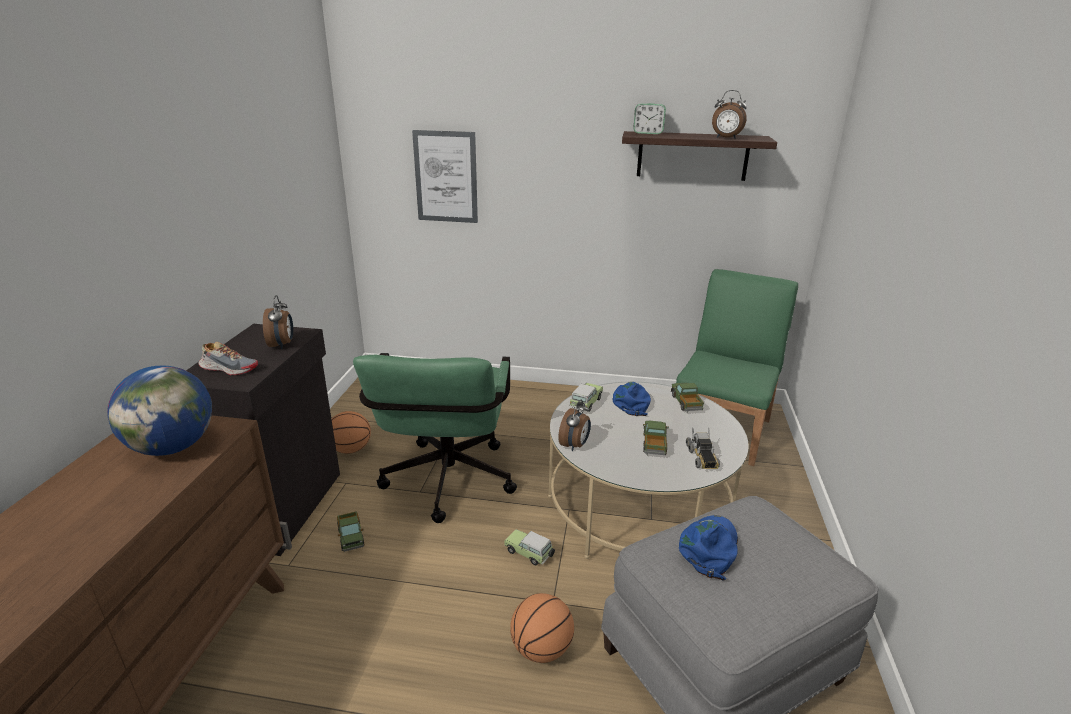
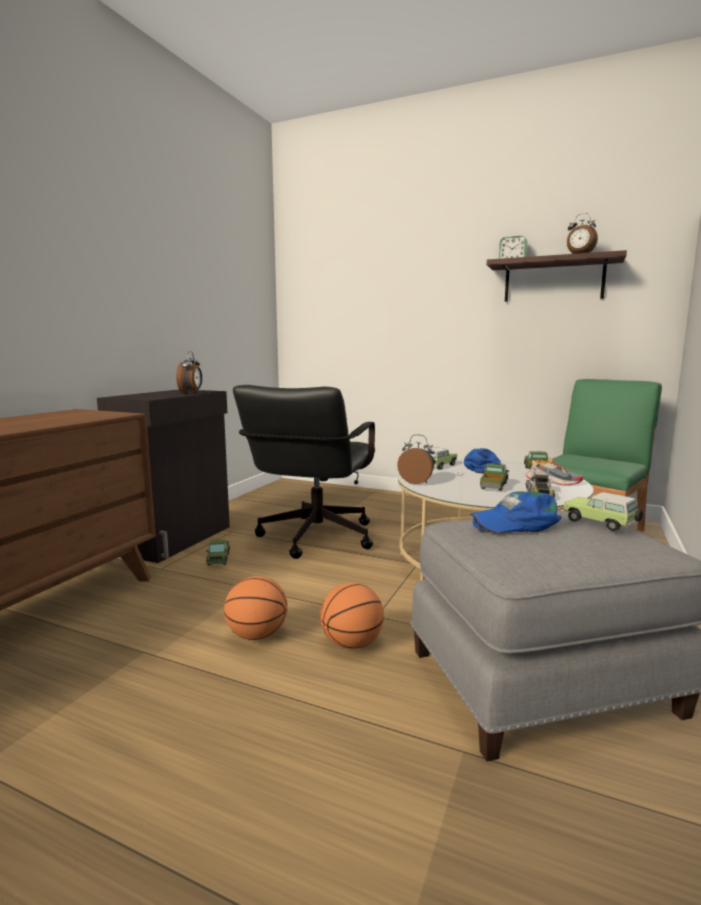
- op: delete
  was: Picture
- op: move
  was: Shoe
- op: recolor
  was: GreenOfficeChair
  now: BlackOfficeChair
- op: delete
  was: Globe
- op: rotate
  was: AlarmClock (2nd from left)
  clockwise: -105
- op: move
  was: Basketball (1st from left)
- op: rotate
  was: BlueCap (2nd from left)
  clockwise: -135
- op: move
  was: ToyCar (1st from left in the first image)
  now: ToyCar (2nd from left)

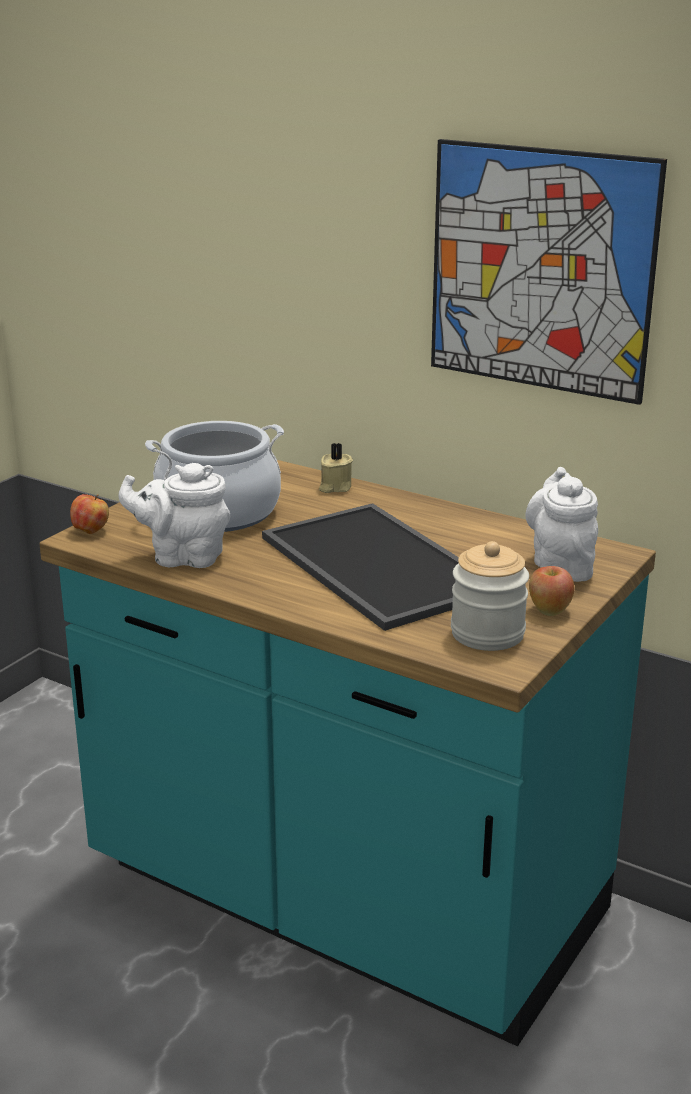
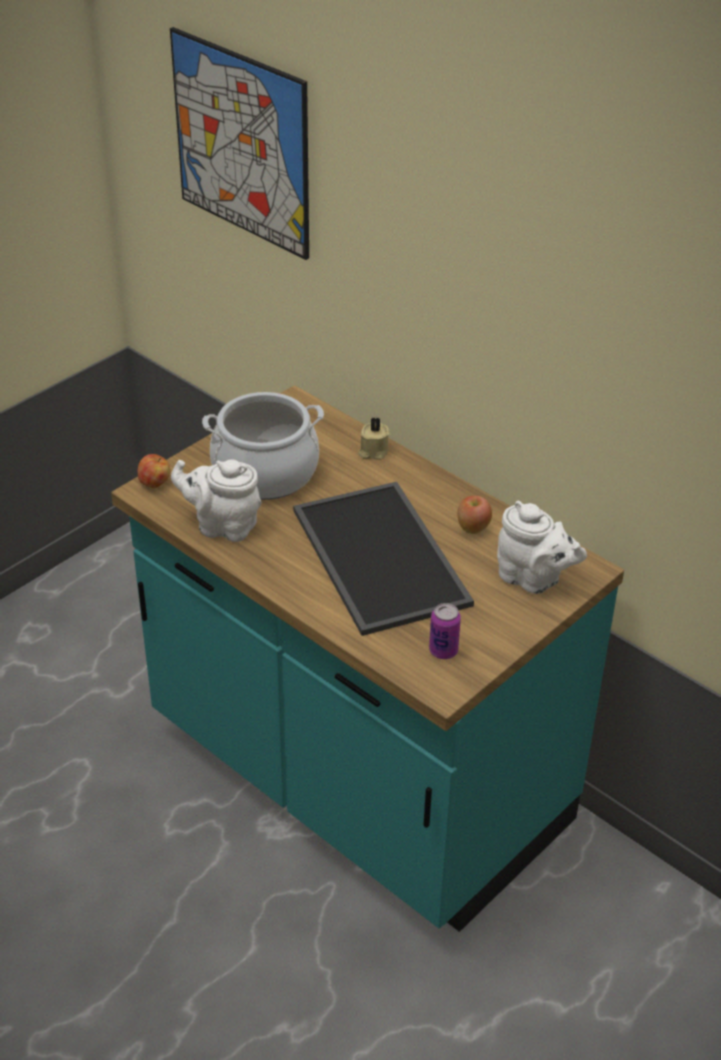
- op: move
  was: Picture
- op: rotate
  was: WhiteTeapot (2nd from left)
  clockwise: 120
- op: replace
  was: Jar
  now: Can
- op: move
  was: Apple (2nd from left)

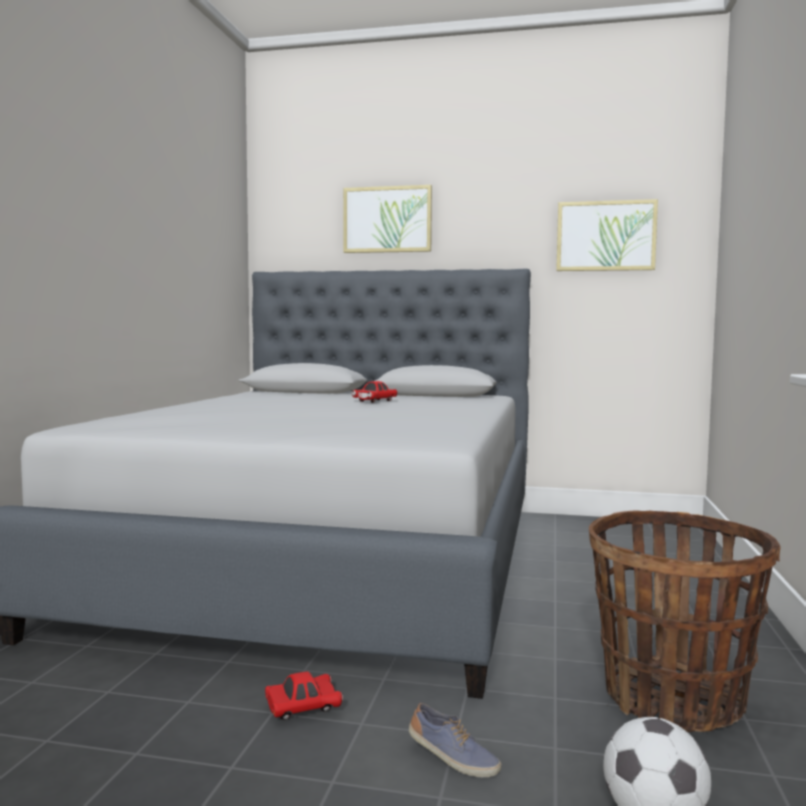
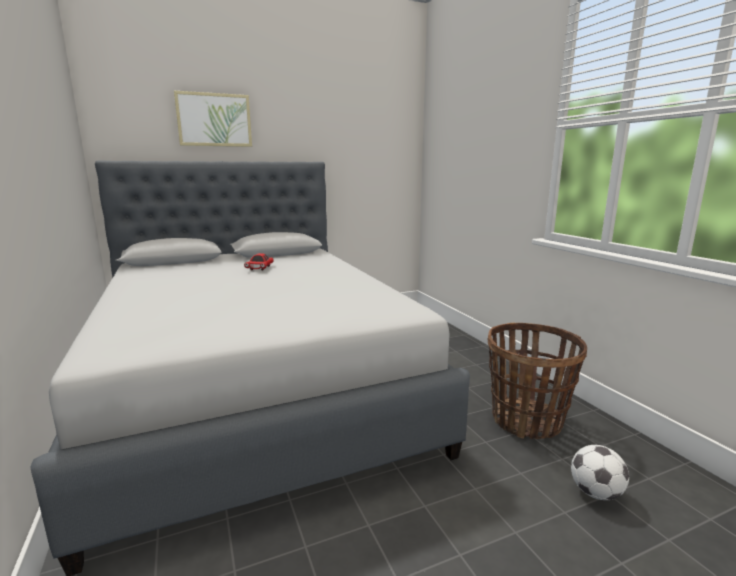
- op: delete
  was: Picture (2nd from left)
- op: delete
  was: RedToyCar (1st from left)
- op: delete
  was: Shoe

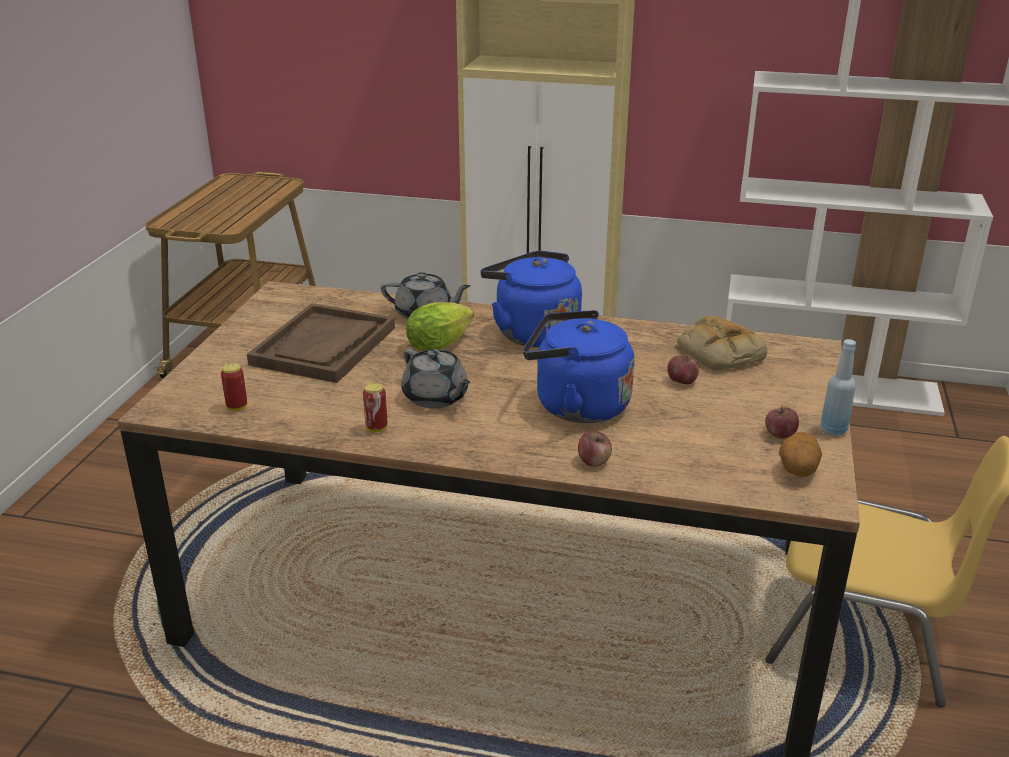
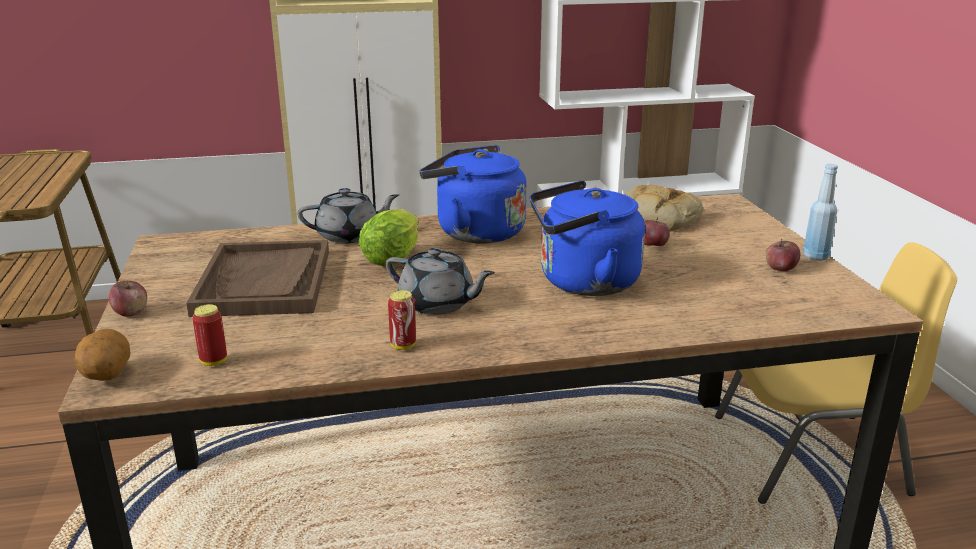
- op: move
  was: Apple (1st from left)
- op: move
  was: Potato

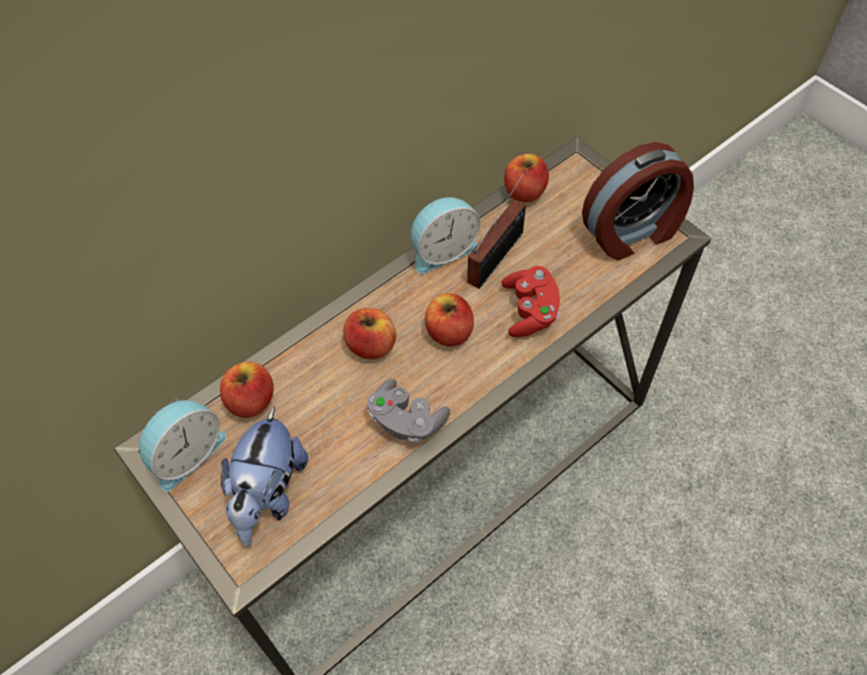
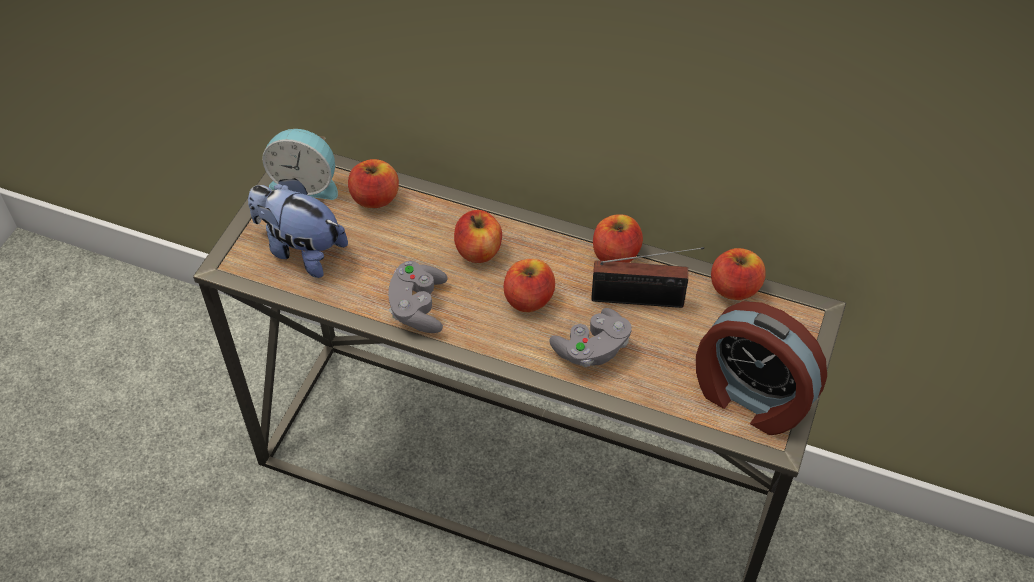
- op: replace
  was: AlarmClock (2nd from left)
  now: Apple (4th from left)
- op: recolor
  was: RedGameController
  now: GreyGameController (2nd from left)
- op: rotate
  was: PlushToy
  clockwise: 45

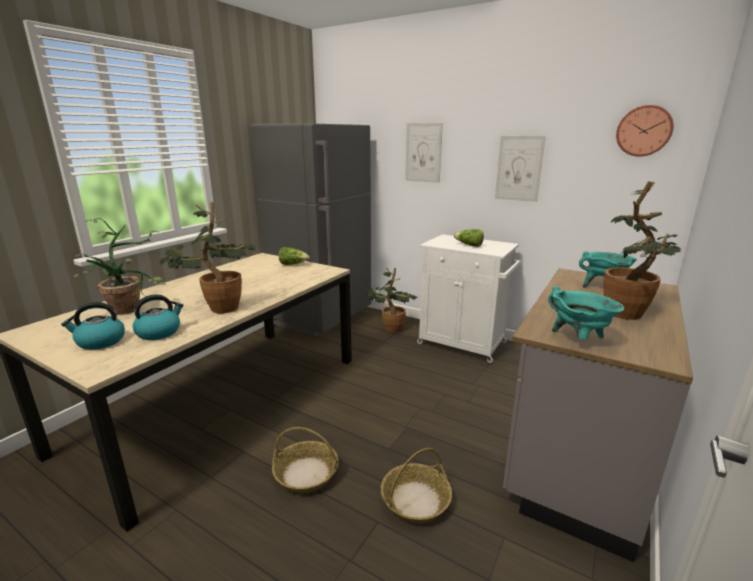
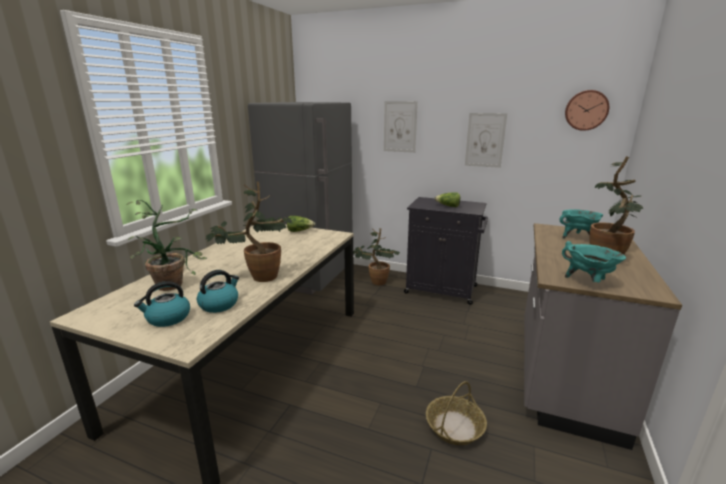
- op: recolor
  was: WhiteCabinet
  now: BlackCabinet
- op: delete
  was: Basket (1st from left)

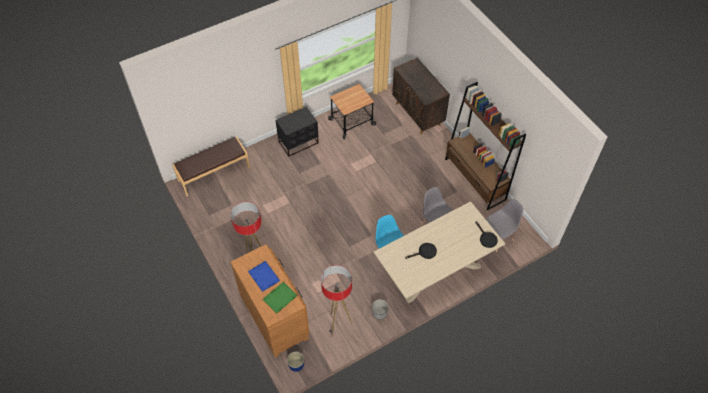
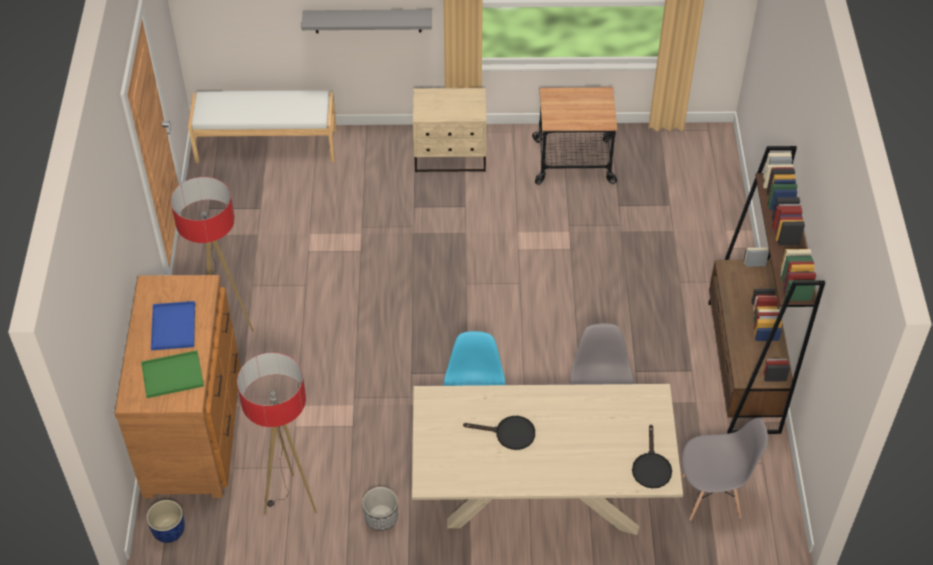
- op: delete
  was: BrownCabinet
- op: recolor
  was: BlackNightstand
  now: BeigeNightstand
- op: recolor
  was: BrownBench
  now: WhiteBench
- op: insert
  now: GreyShelf

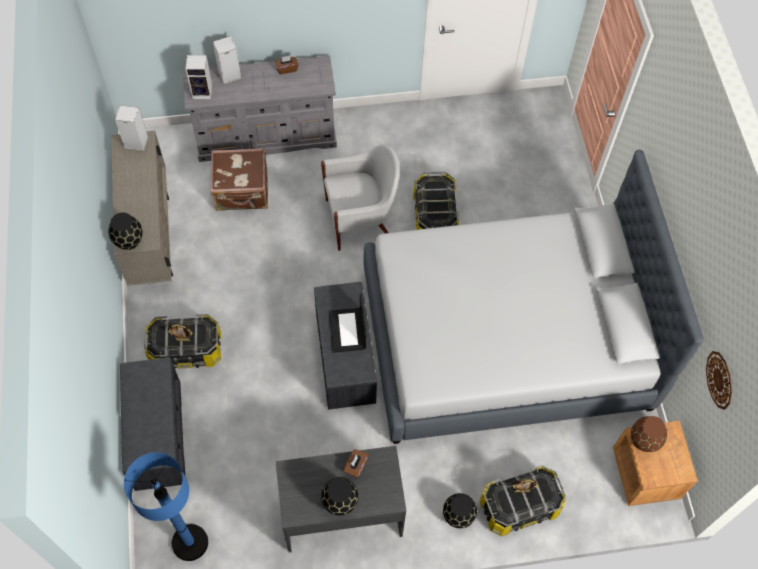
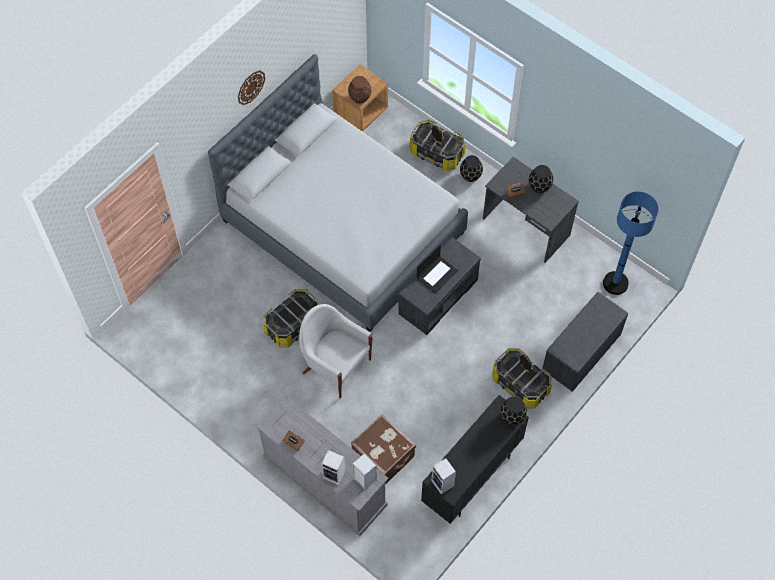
- op: recolor
  was: BeigeCabinet
  now: BlackCabinet
- op: move
  was: WallClock

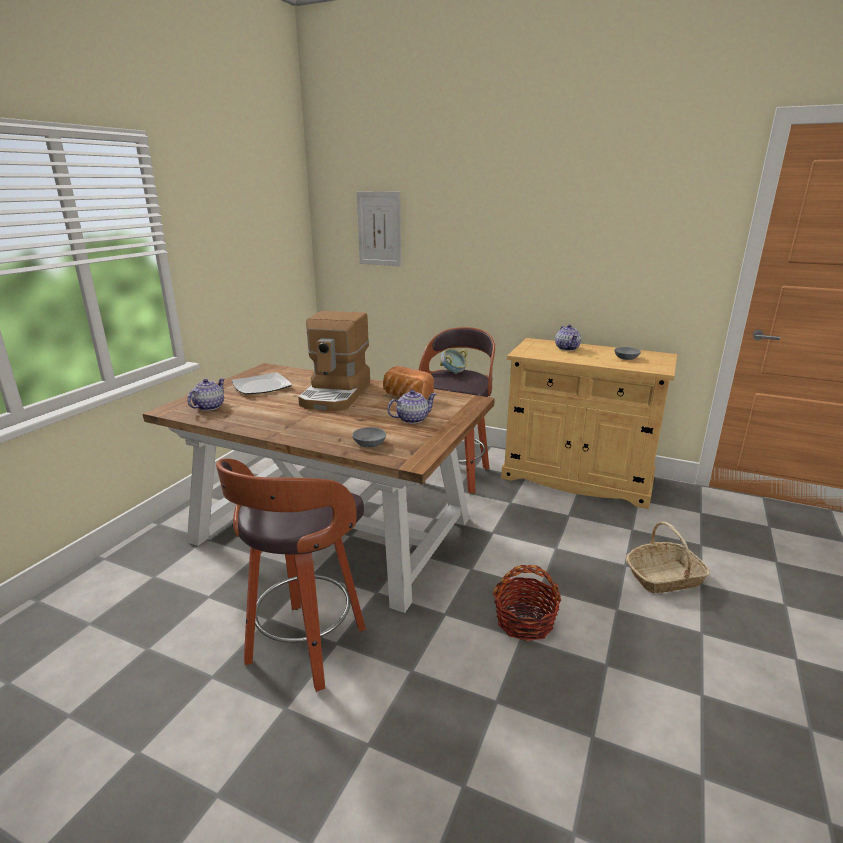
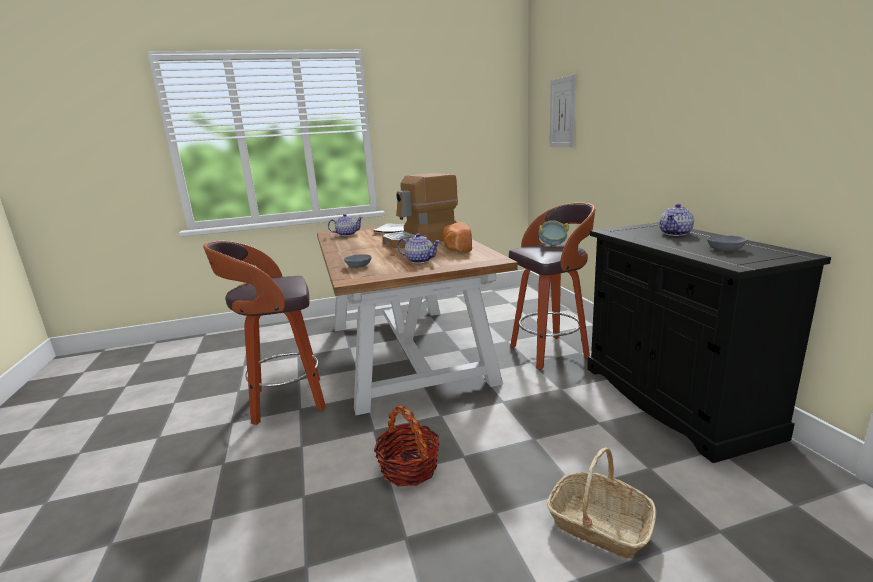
- op: recolor
  was: BeigeCabinet
  now: BlackCabinet

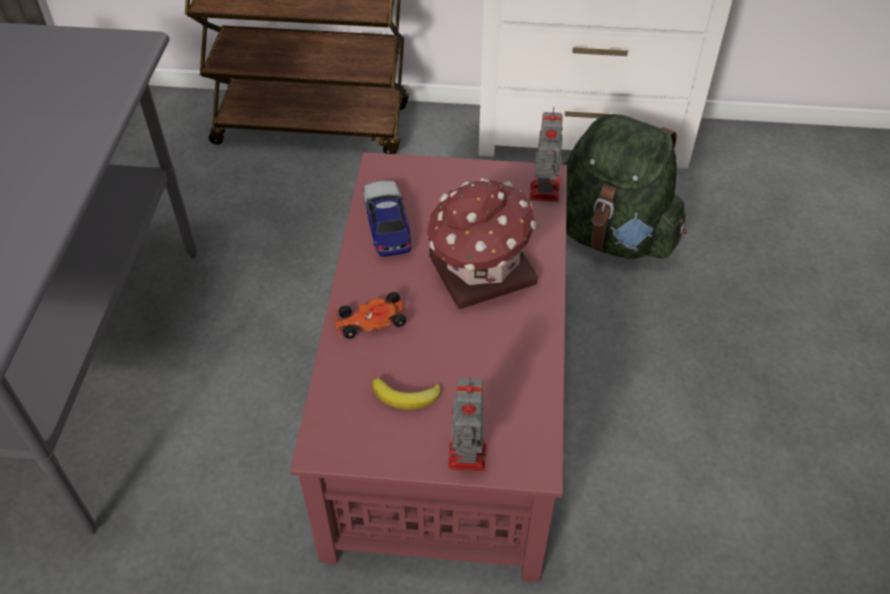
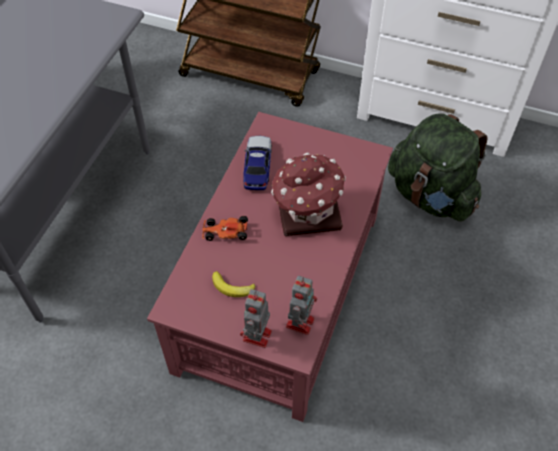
- op: move
  was: ToyRobot (2nd from left)

